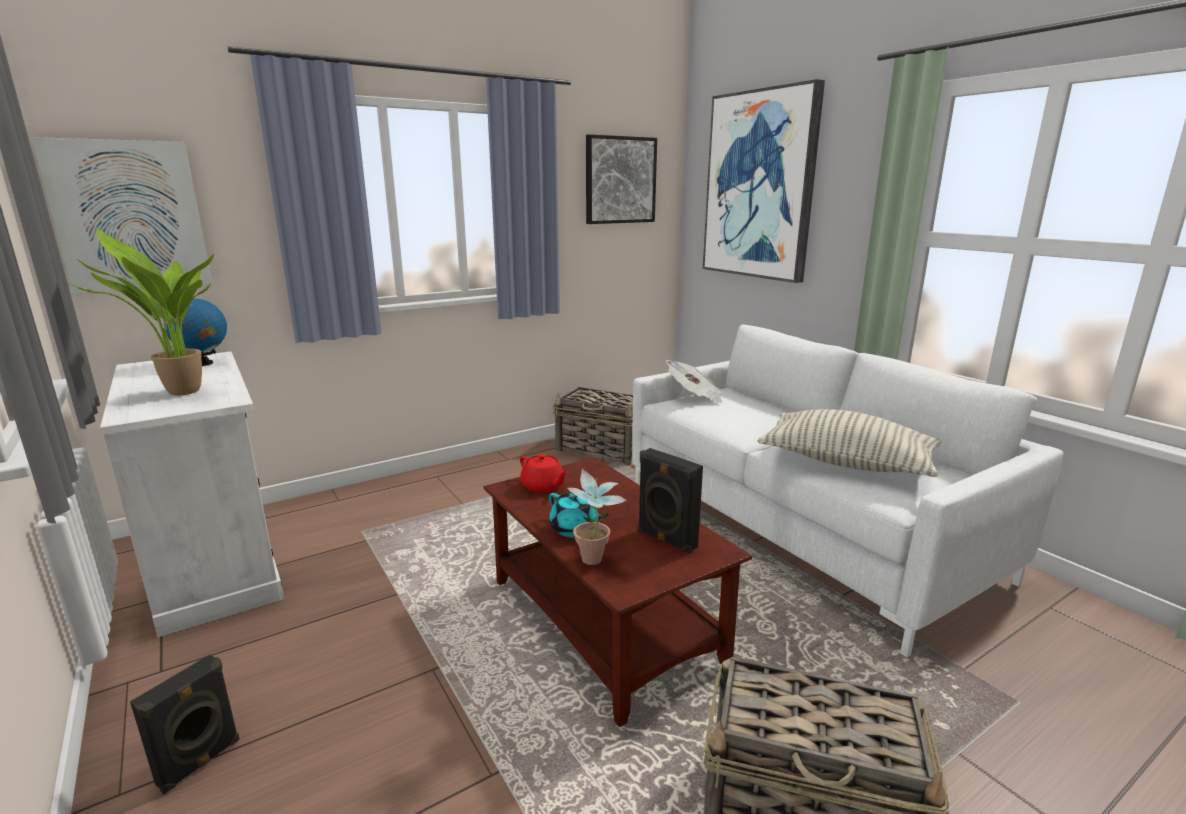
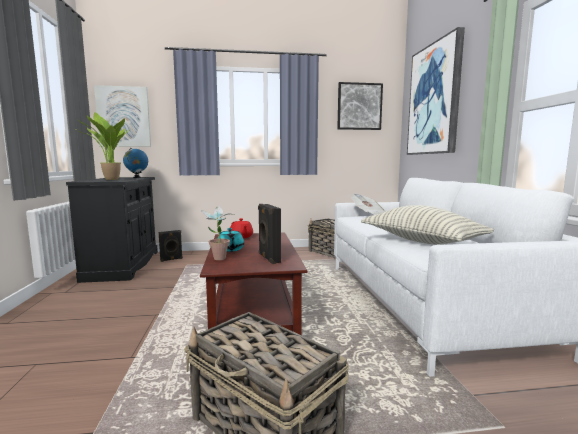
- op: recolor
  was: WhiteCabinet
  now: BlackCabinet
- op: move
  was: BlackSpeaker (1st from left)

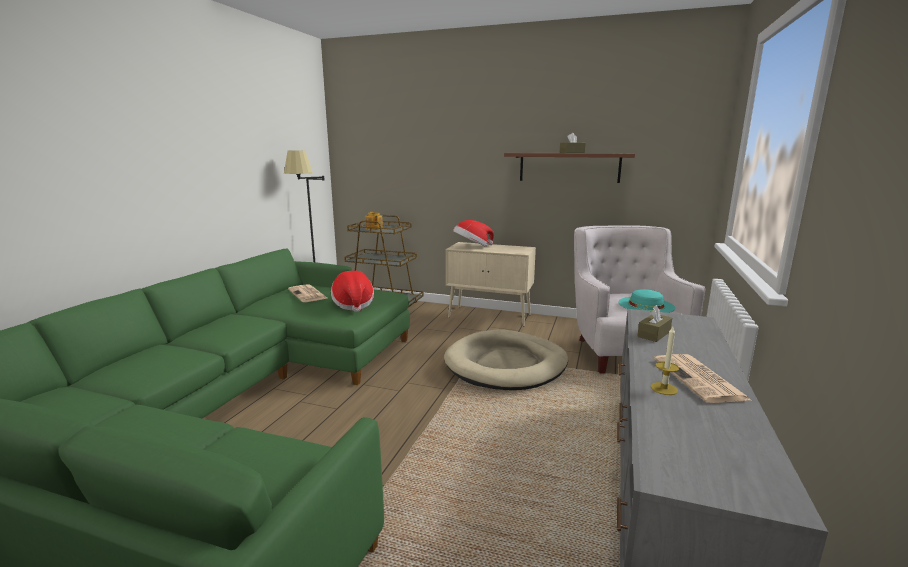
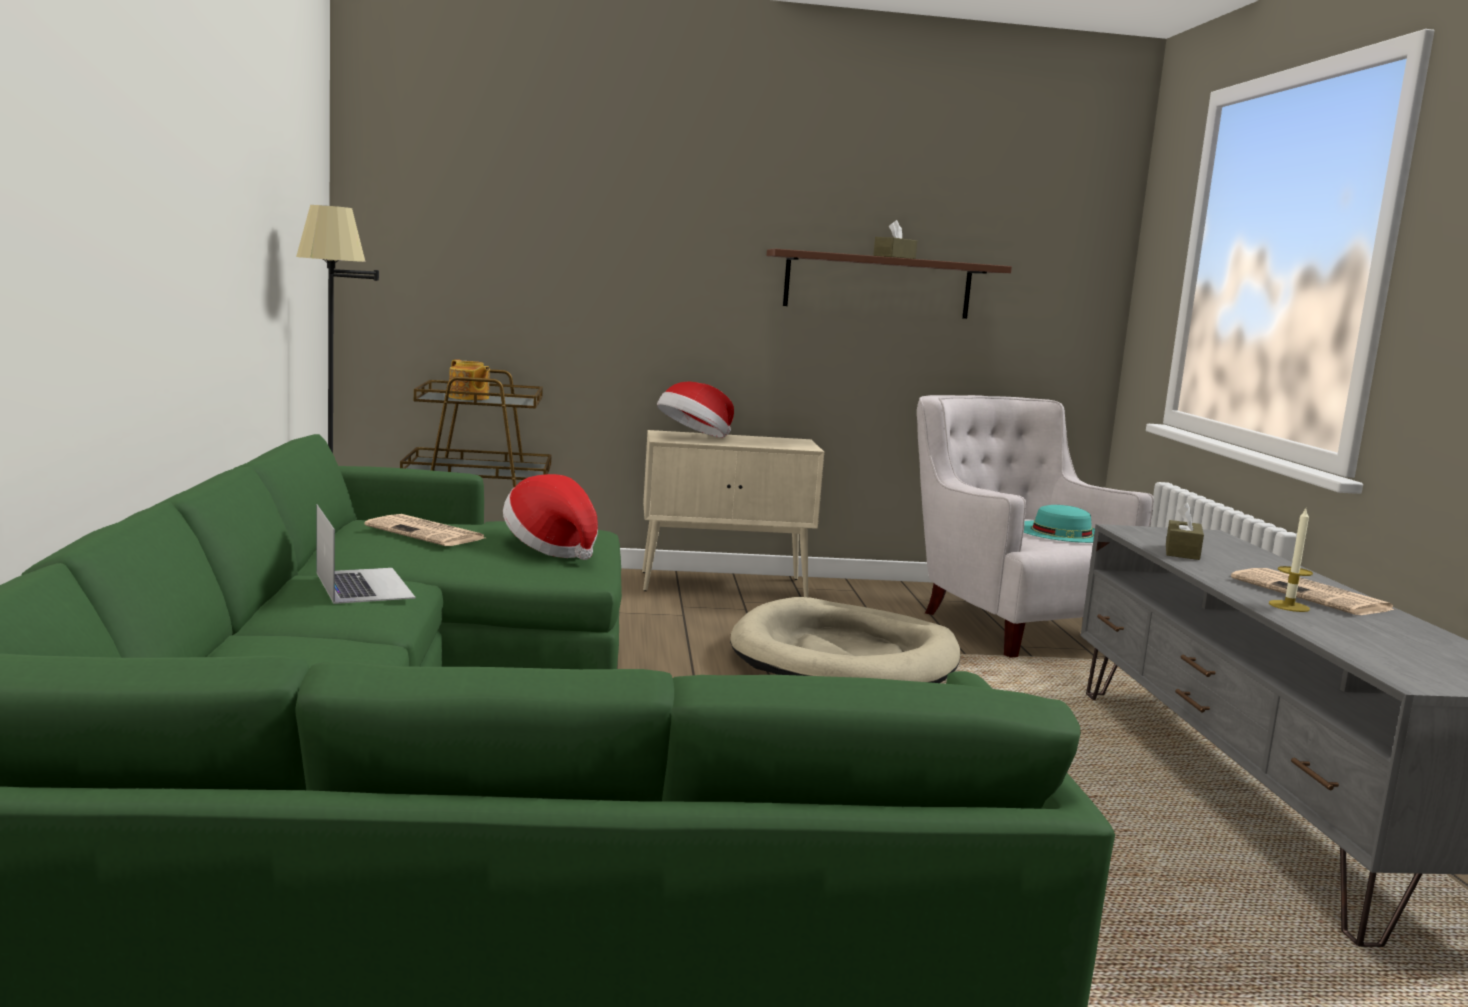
- op: insert
  now: Laptop

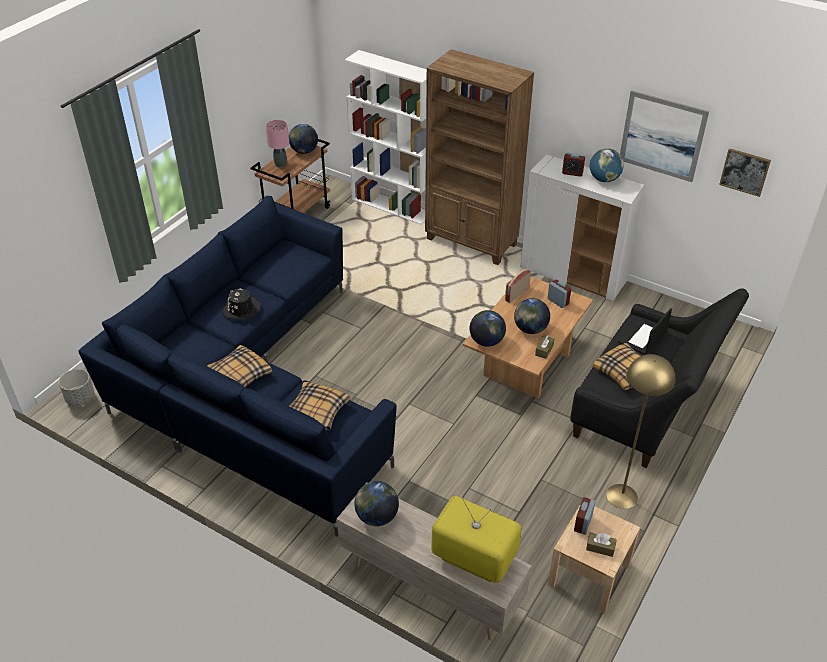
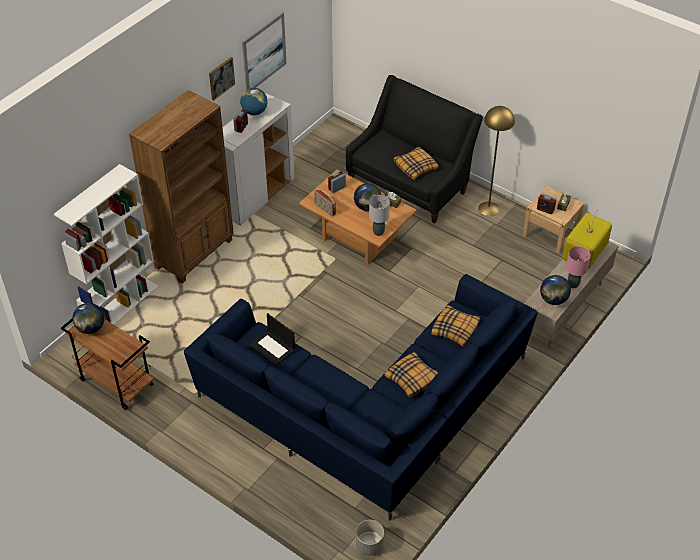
- op: move
  was: PinkTableLamp
- op: move
  was: Picture (2nd from left in the first image)
  now: Picture (1st from left)
- op: delete
  was: BlackHat
- op: move
  was: Laptop
- op: replace
  was: Globe (3rd from left)
  now: GreyTableLamp

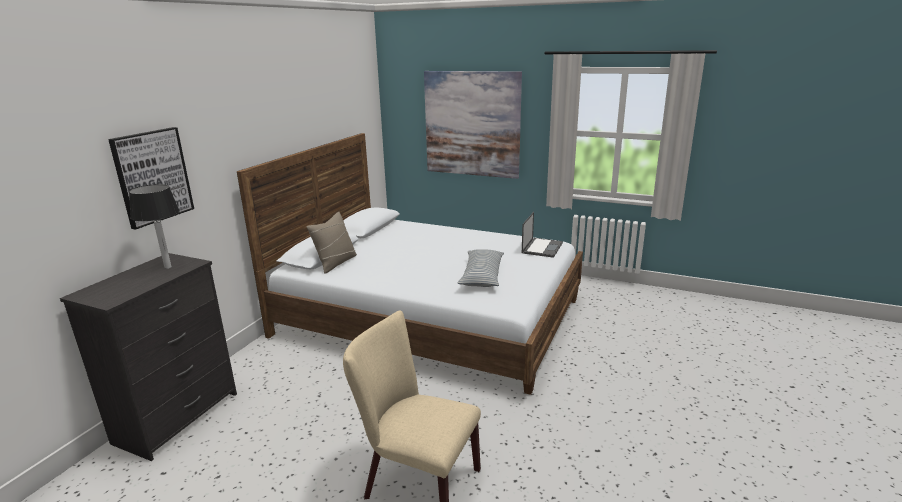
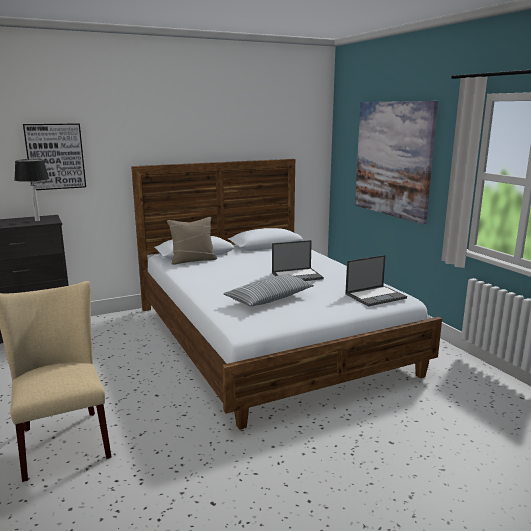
- op: insert
  now: Laptop (1st from left)

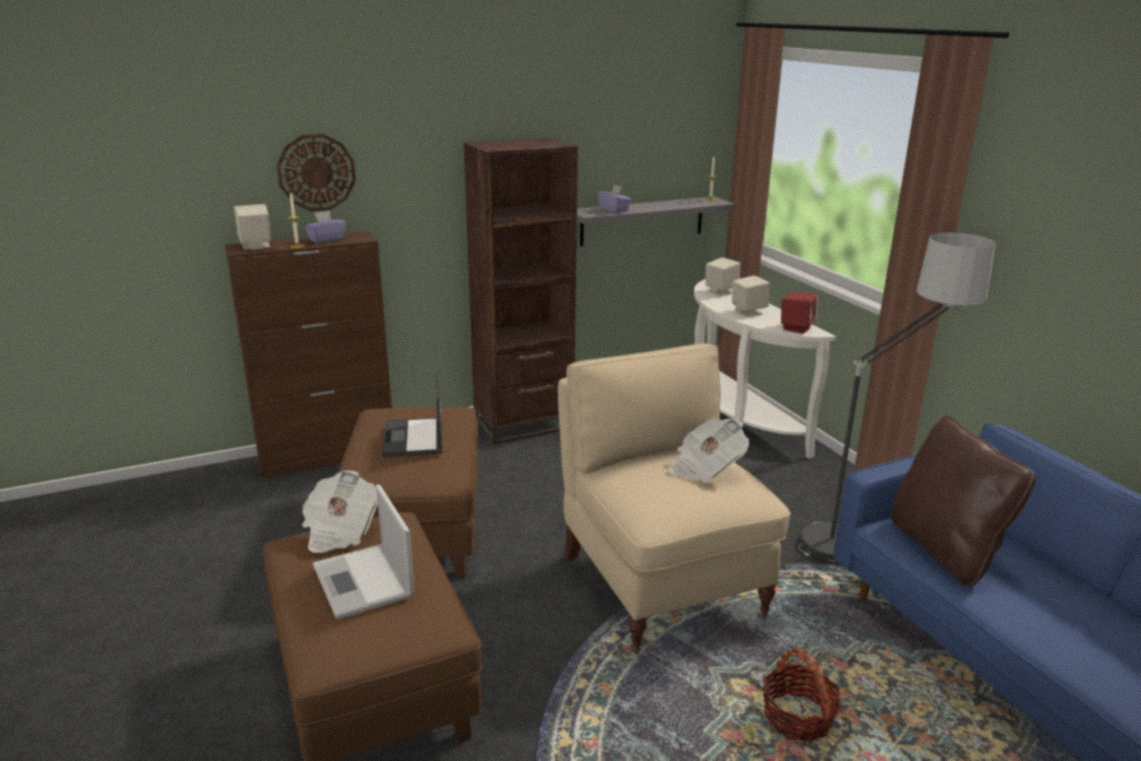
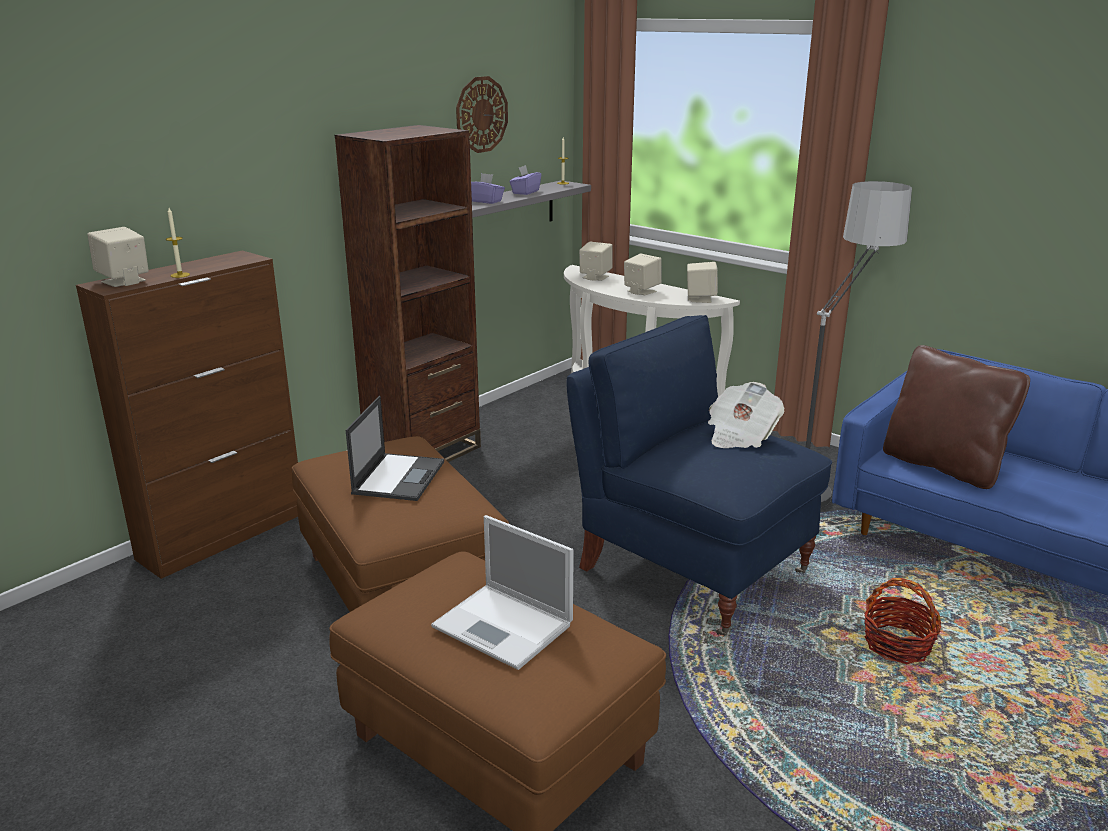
- op: move
  was: WallClock
- op: move
  was: PurpleTissueBox (1st from left in the first image)
  now: PurpleTissueBox (2nd from left)
- op: recolor
  was: RedSpeaker
  now: BeigeSpeaker (4th from left)
- op: recolor
  was: BeigeArmchair
  now: BlueArmchair
- op: rotate
  was: Laptop (2nd from left in the first image)
  clockwise: -135
- op: delete
  was: Newspaper (1st from left)

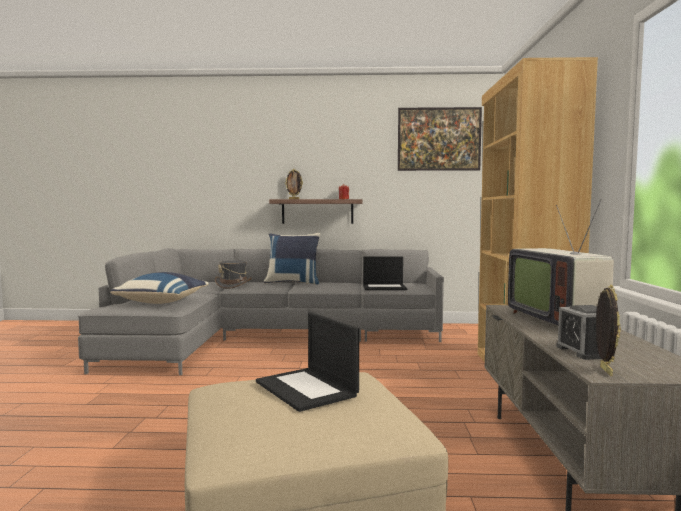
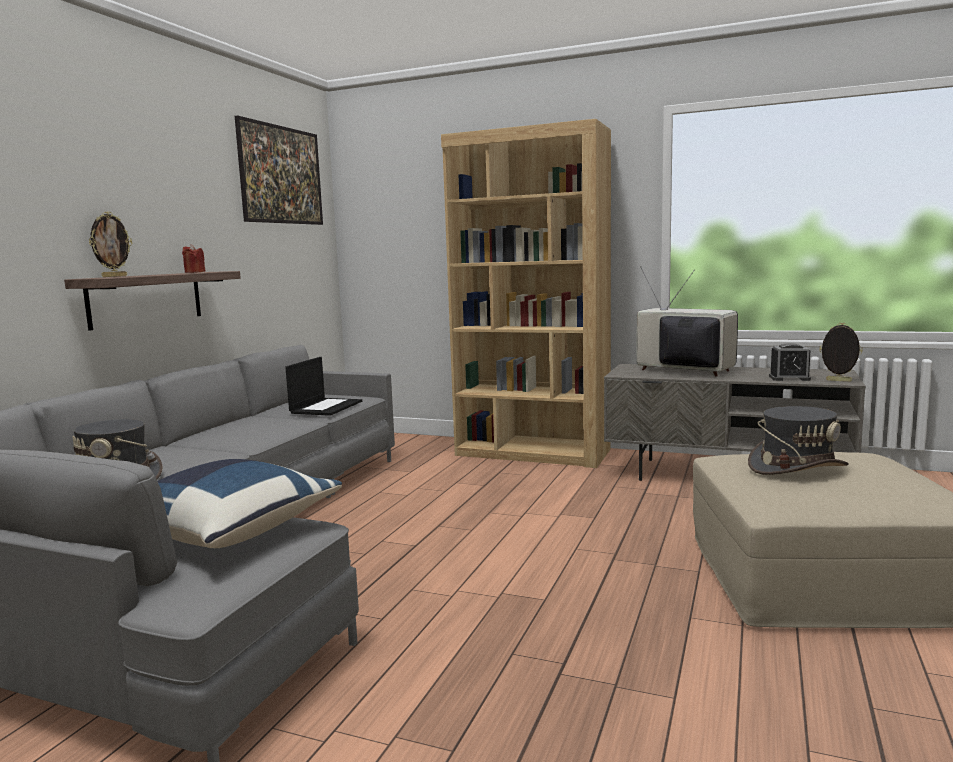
- op: rotate
  was: Television
  clockwise: -150
- op: delete
  was: BluePillow (2nd from left)
- op: replace
  was: Laptop (1st from left)
  now: GreyHat (2nd from left)

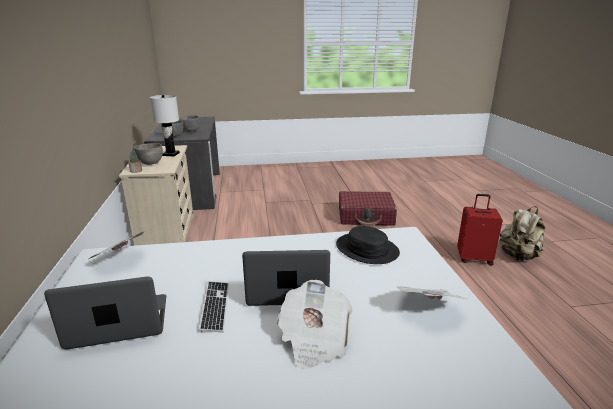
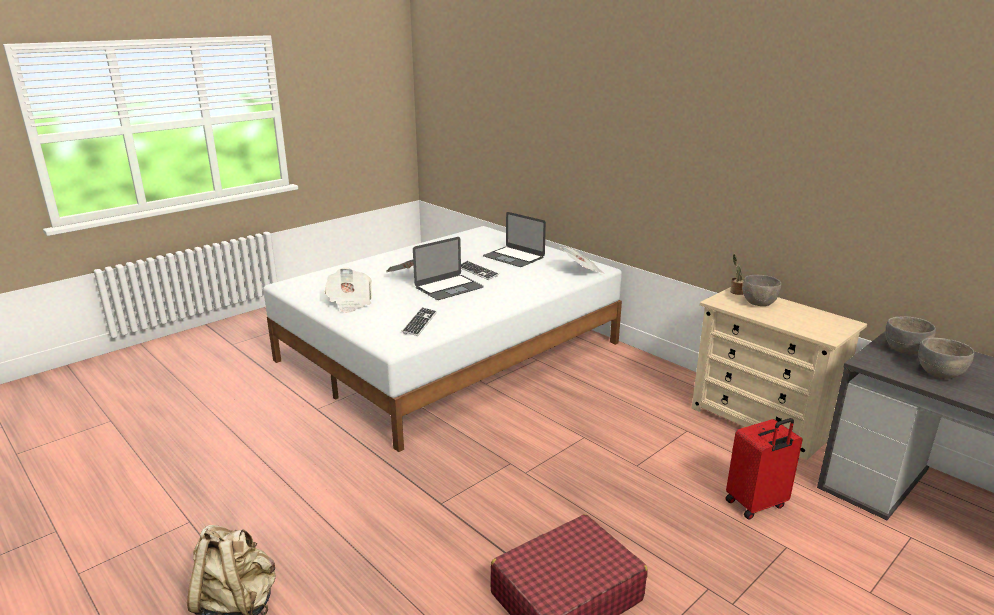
- op: delete
  was: WhiteTableLamp
- op: move
  was: RedSuitcase (2nd from left)
- op: replace
  was: BlackHat
  now: Keyboard (1st from left)
- op: rotate
  was: Laptop (1st from left in the first image)
  clockwise: 90

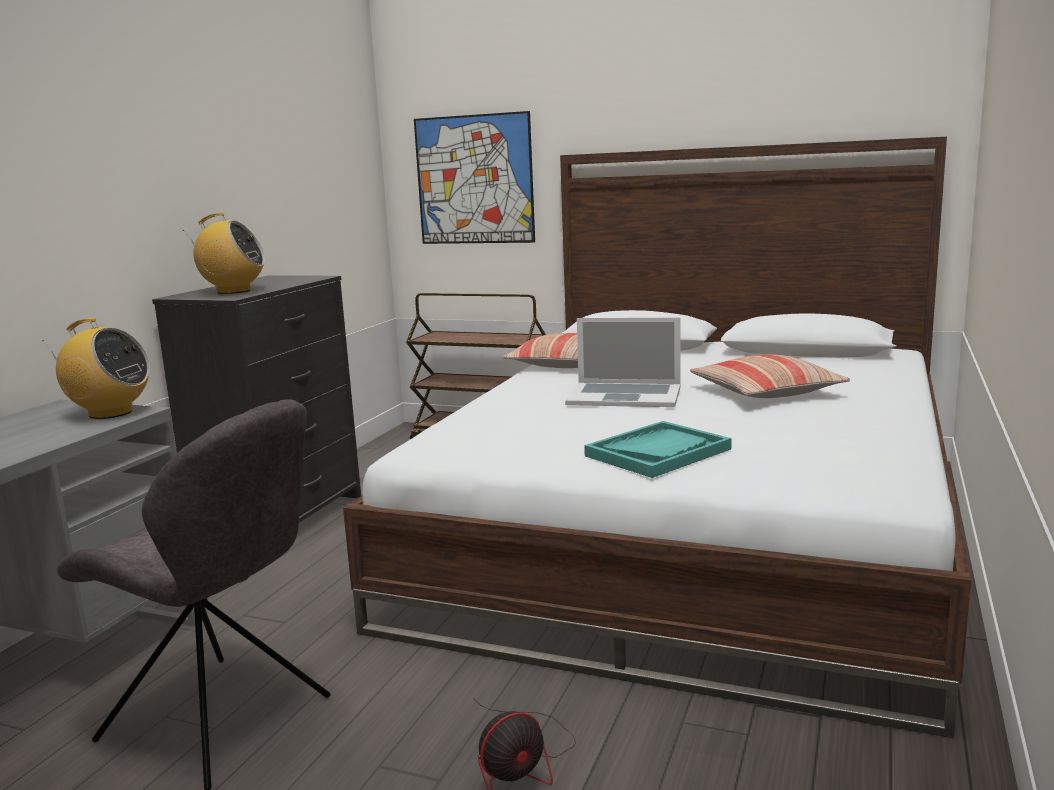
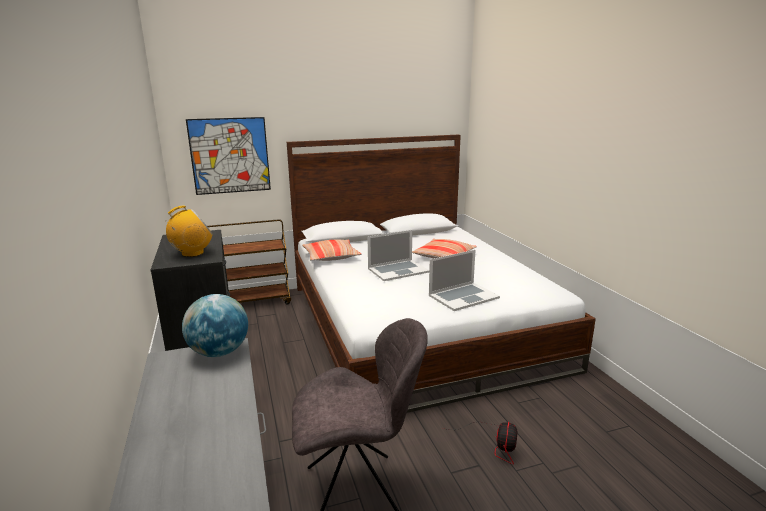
- op: replace
  was: Radio (1st from left)
  now: Globe
- op: replace
  was: TurquoiseTray
  now: Laptop (2nd from left)

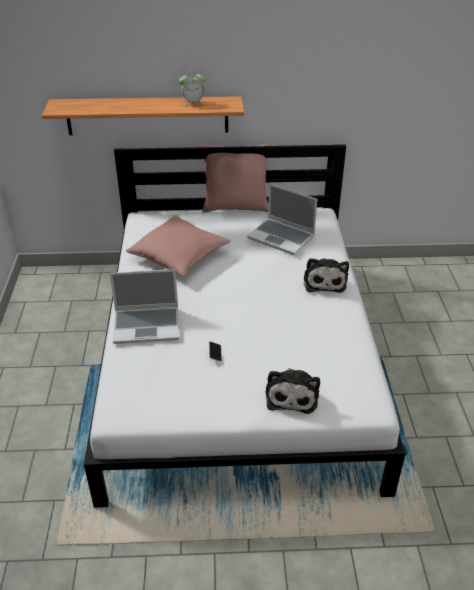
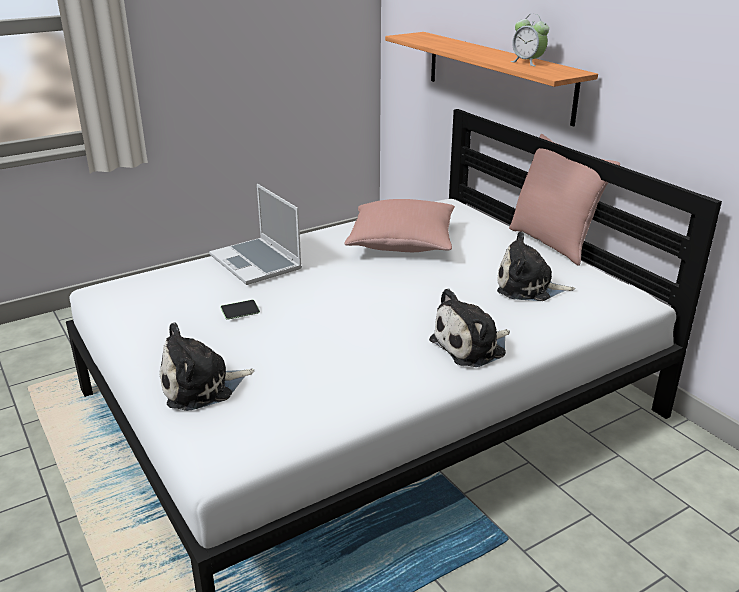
- op: replace
  was: Laptop (2nd from left)
  now: PlushToy (3rd from left)

